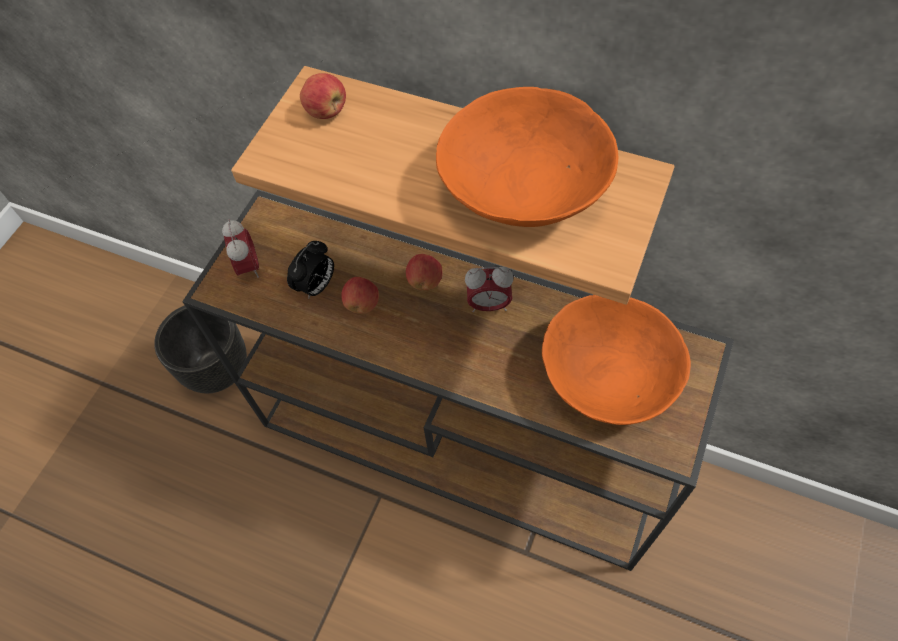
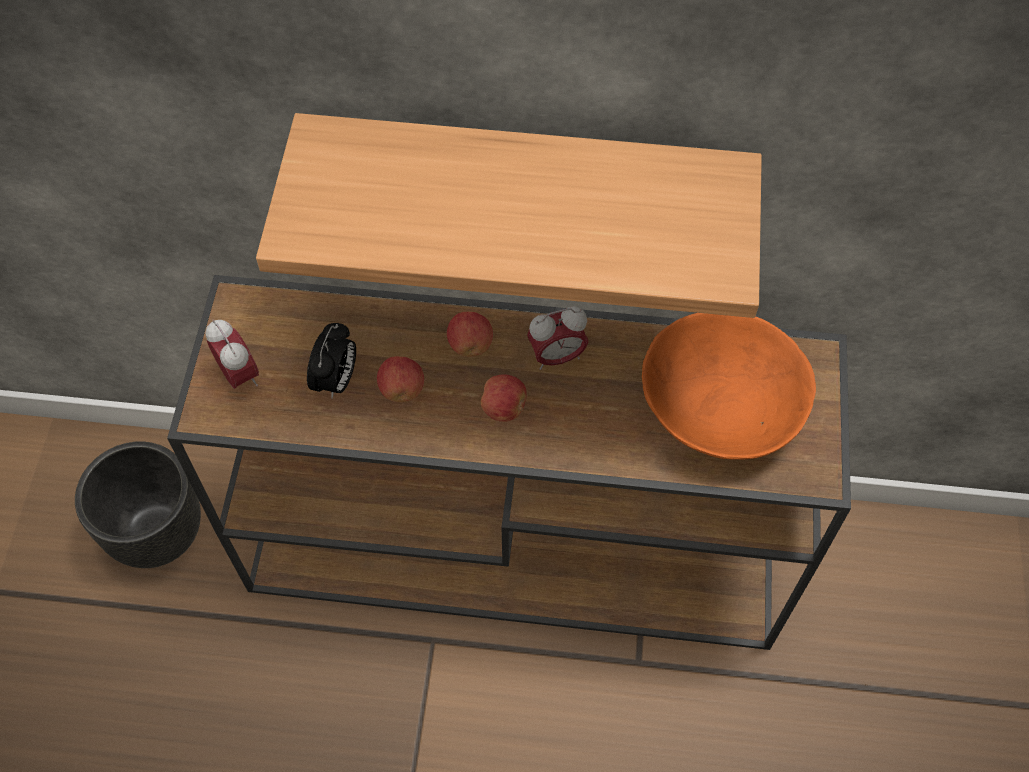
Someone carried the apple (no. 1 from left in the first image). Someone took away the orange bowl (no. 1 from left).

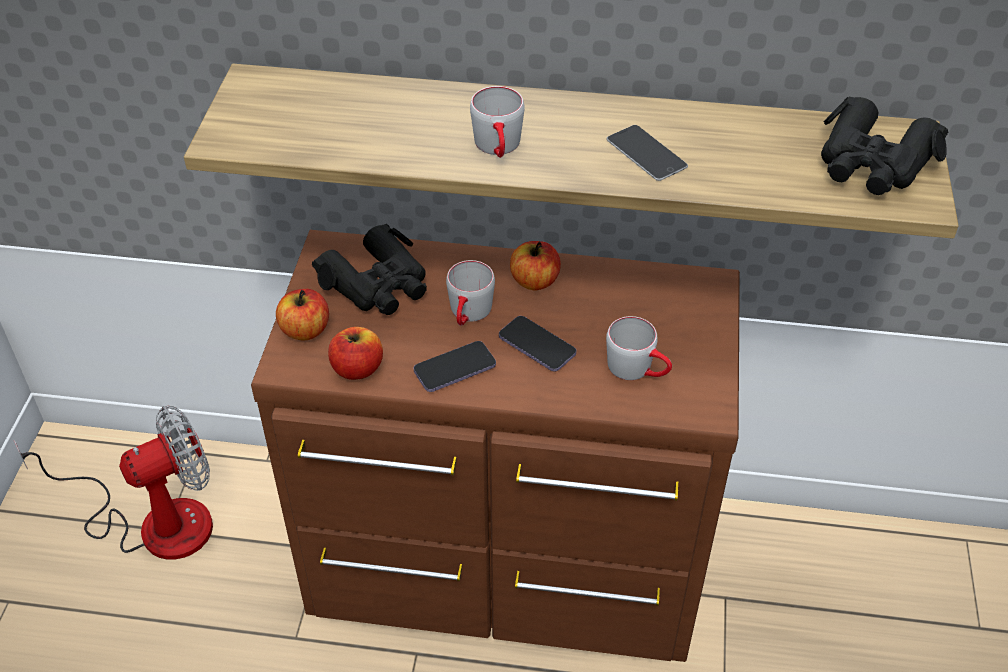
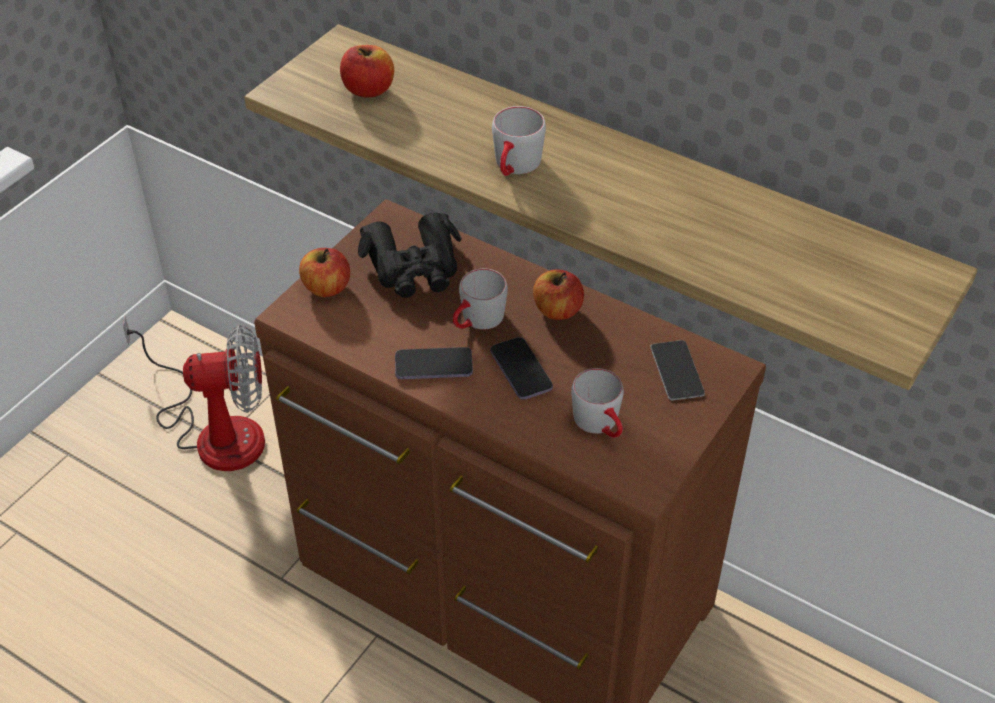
Someone took away the black binoculars (no. 2 from left). Someone carried the phone (no. 3 from left). Someone carried the apple (no. 2 from left).

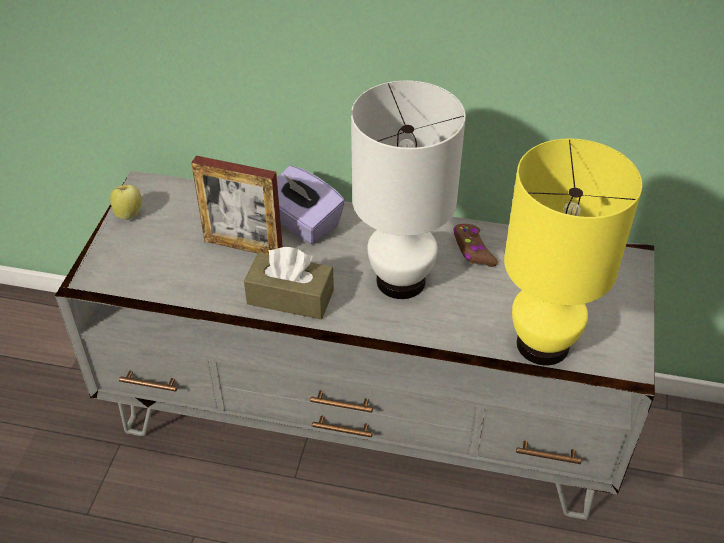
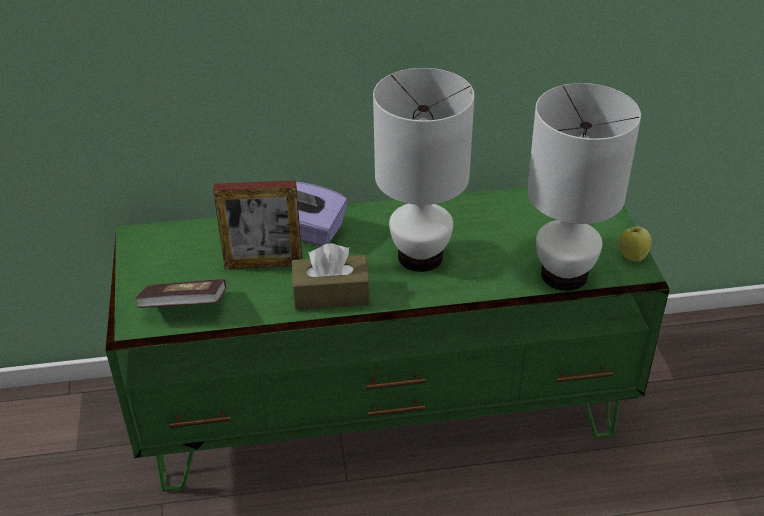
Someone repainted the yellow table lamp, which became the white table lamp (no. 2 from left). Someone repainted the grey tv stand, which became the green tv stand. Someone carried the apple. Someone took away the brown game controller. Someone put down the book.

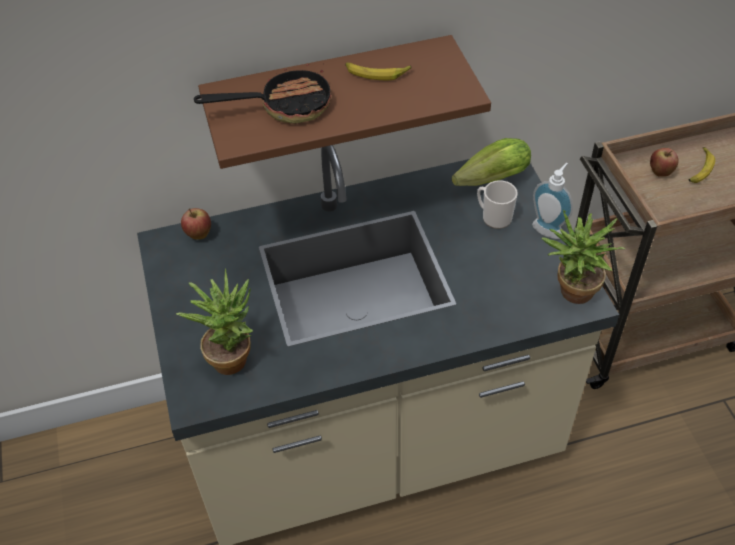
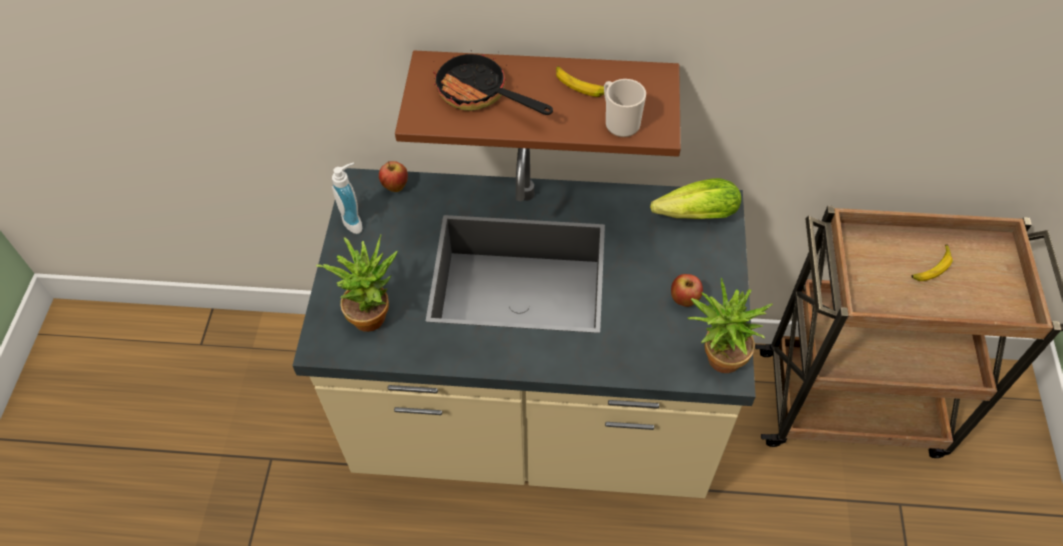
Someone rotated the frying pan by 150 degrees counterclockwise. Someone carried the apple (no. 2 from left). Someone carried the soap dispenser. Someone carried the mug.

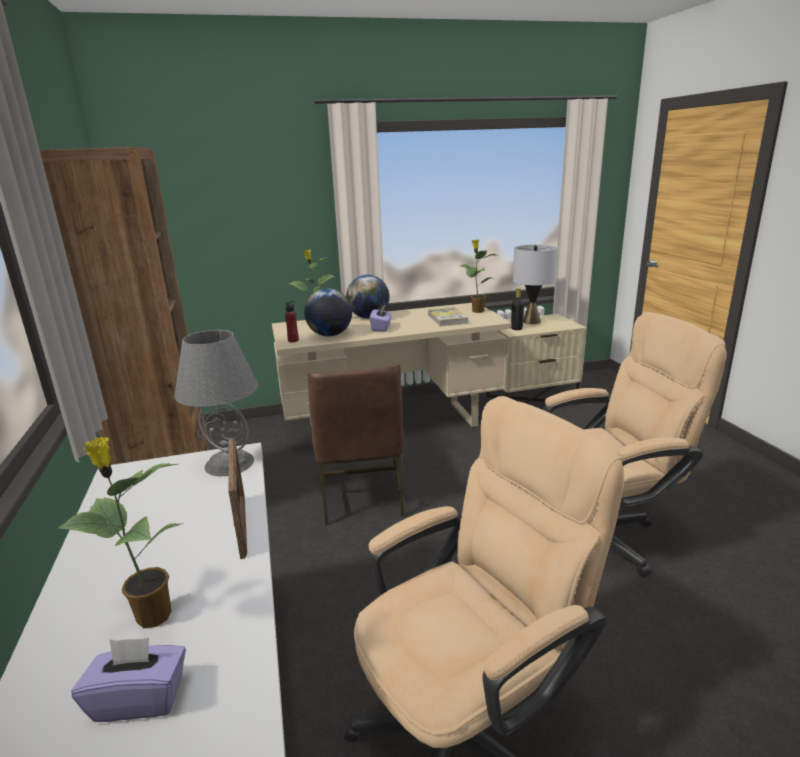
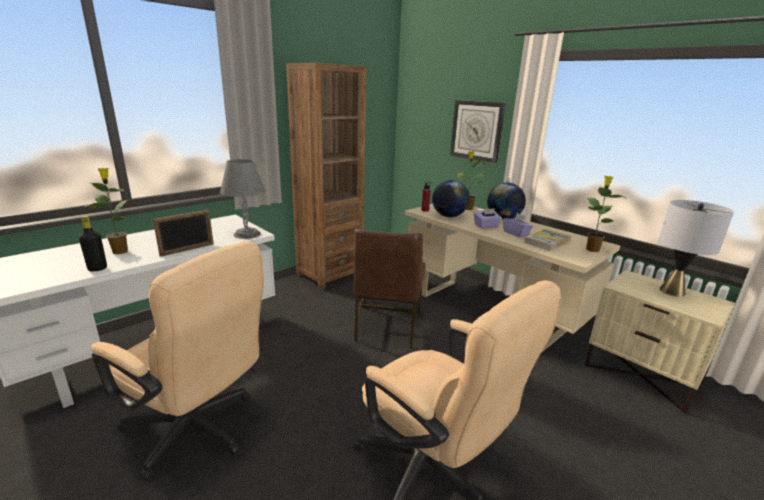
Someone carried the black bottle. Someone rotated the brown chair by 45 degrees counterclockwise. Someone carried the purple tissue box (no. 1 from left in the first image). Someone put up the wall clock.

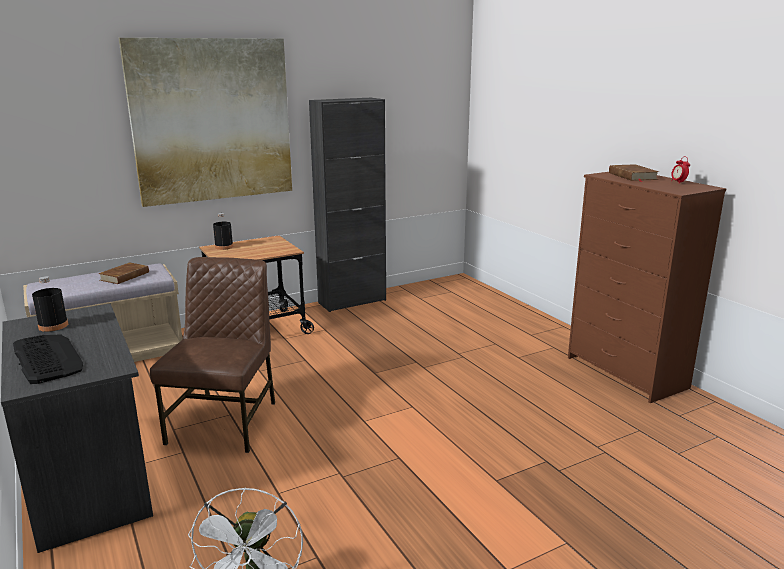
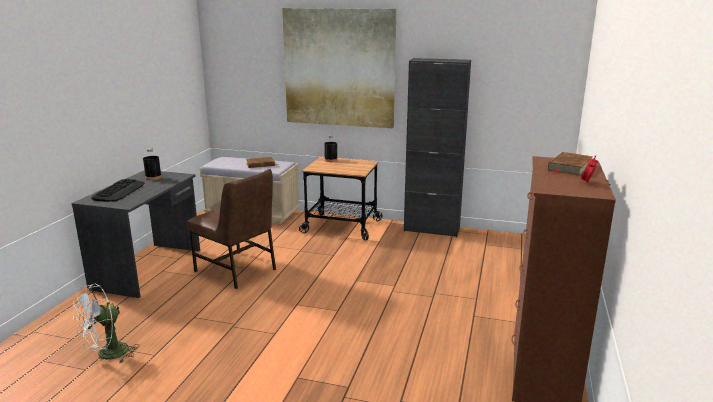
Someone rotated the brown chair by 75 degrees clockwise.

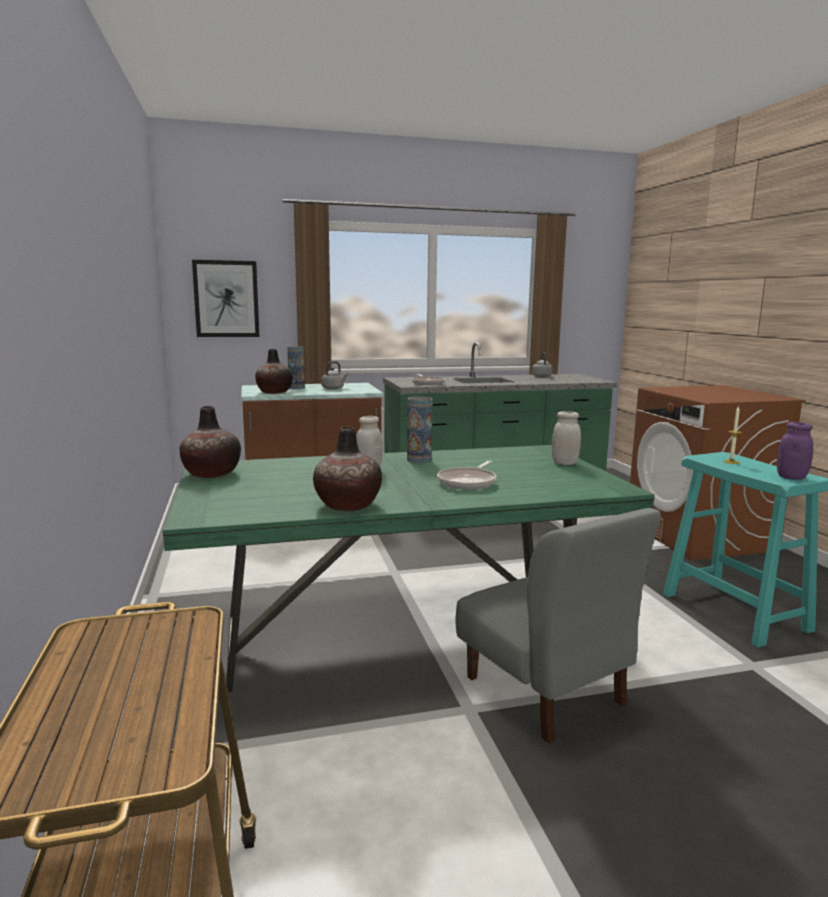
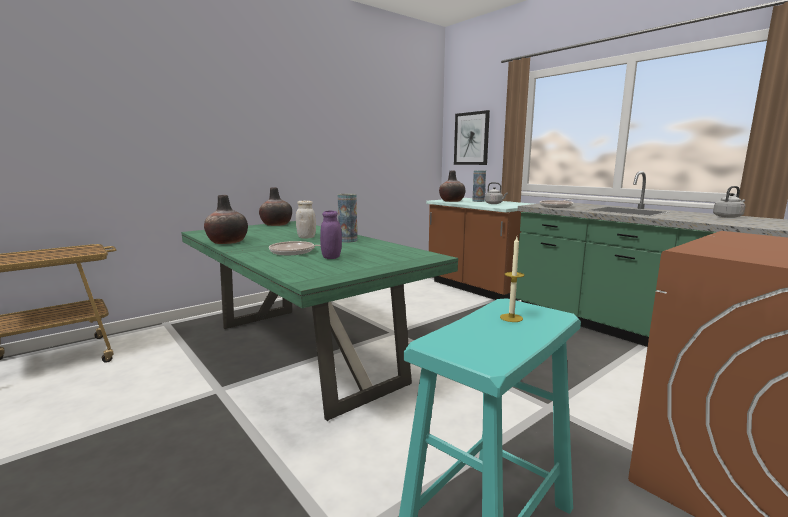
Someone took away the white jar (no. 2 from left). Someone carried the purple jar. Someone took away the grey chair.

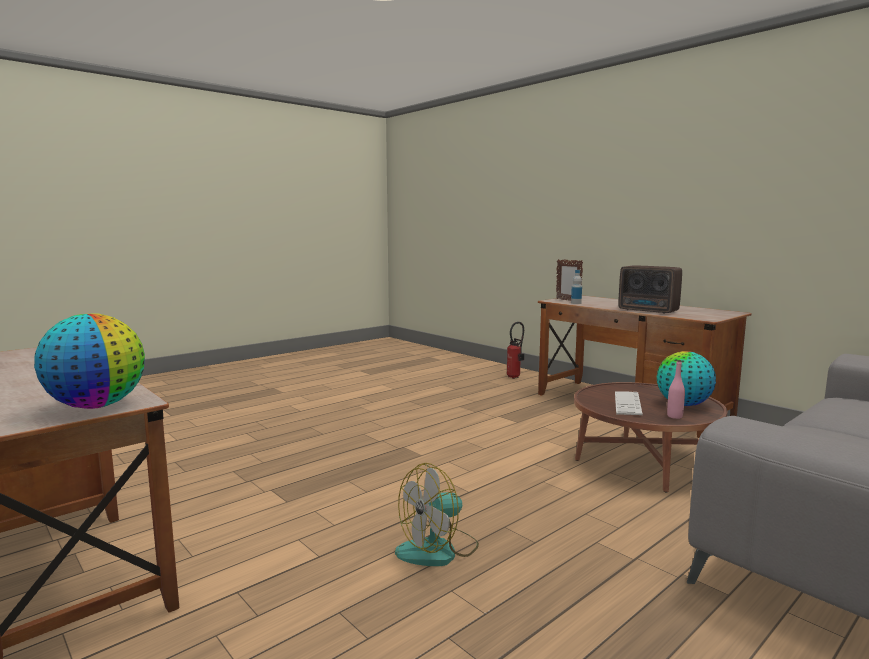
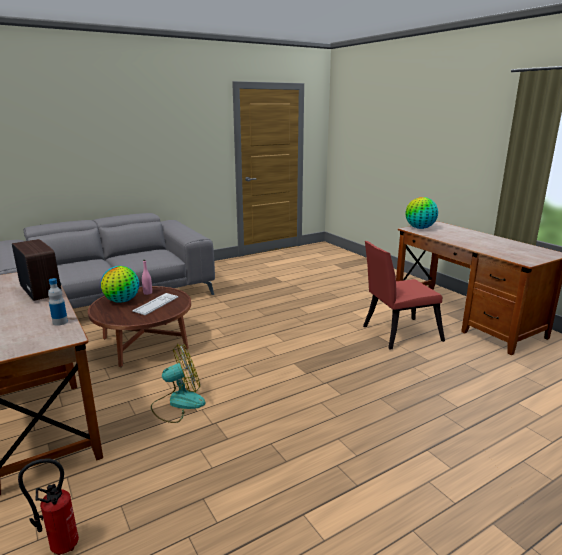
Someone took away the picture frame. Someone carried the fan. Someone put down the red chair.

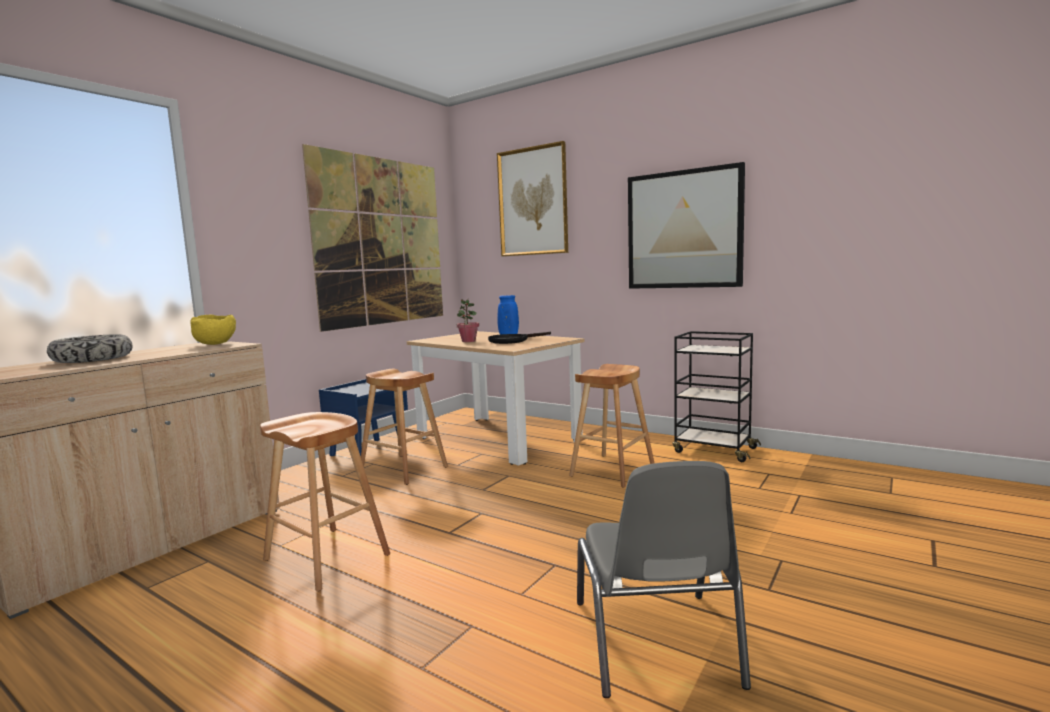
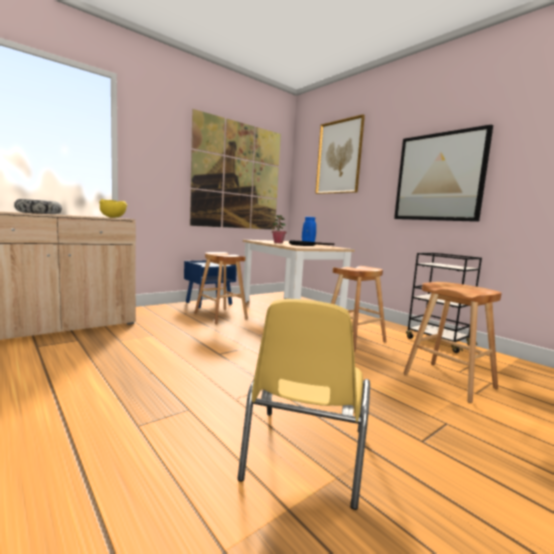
Someone carried the brown stool (no. 1 from left in the first image). Someone repainted the grey chair, which became the yellow chair.

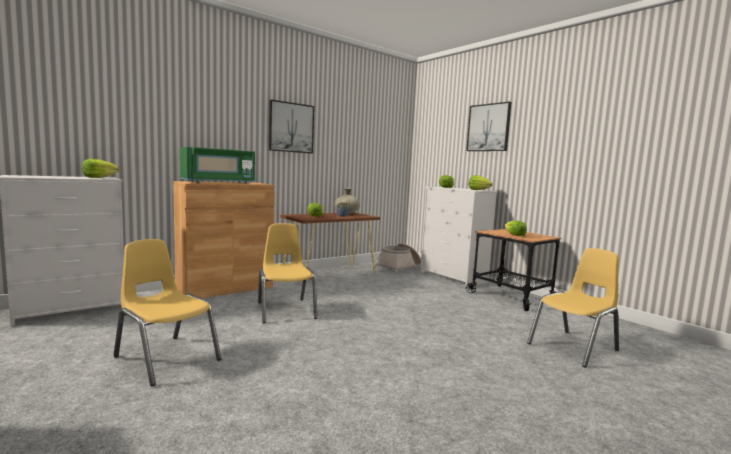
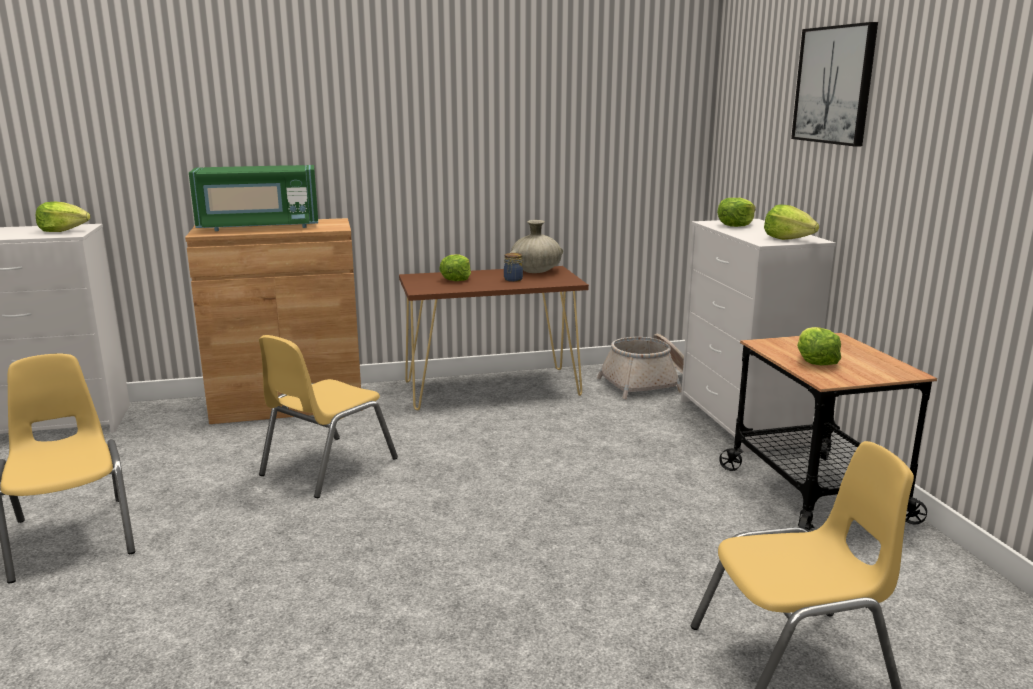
Someone took away the picture (no. 1 from left). Someone rotated the yellow chair (no. 2 from left) by 150 degrees counterclockwise.

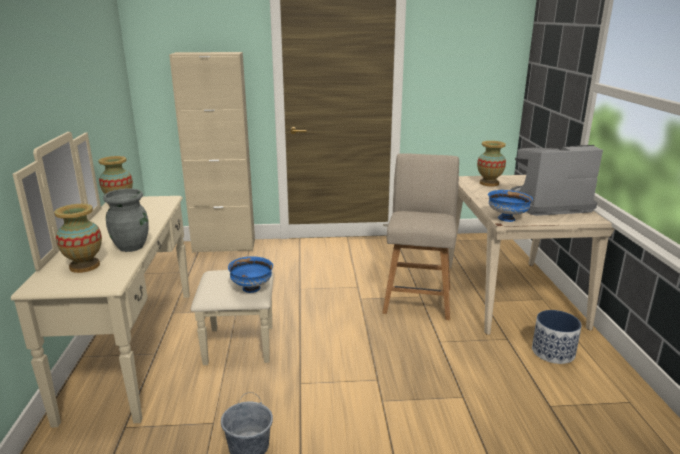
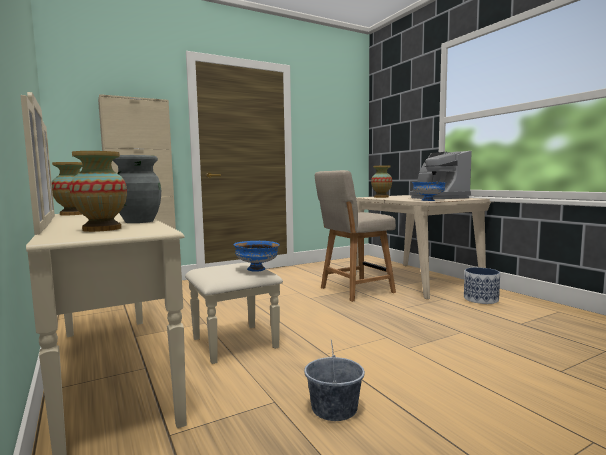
Someone rotated the coffee machine by 75 degrees counterclockwise. Someone rotated the beige chair by 105 degrees counterclockwise.

